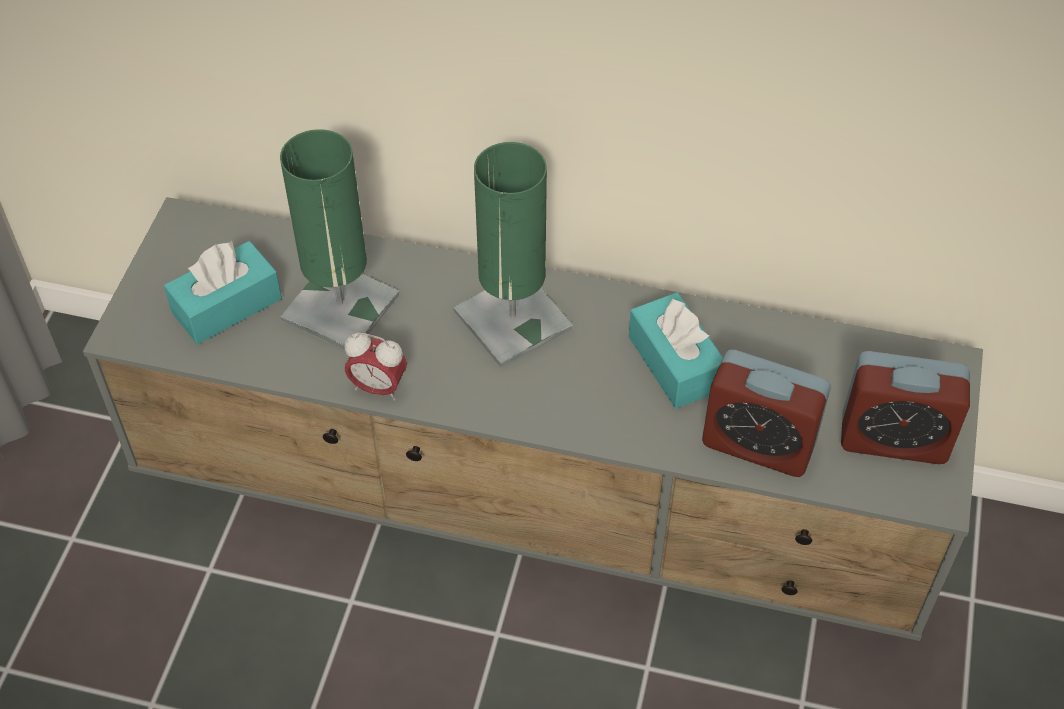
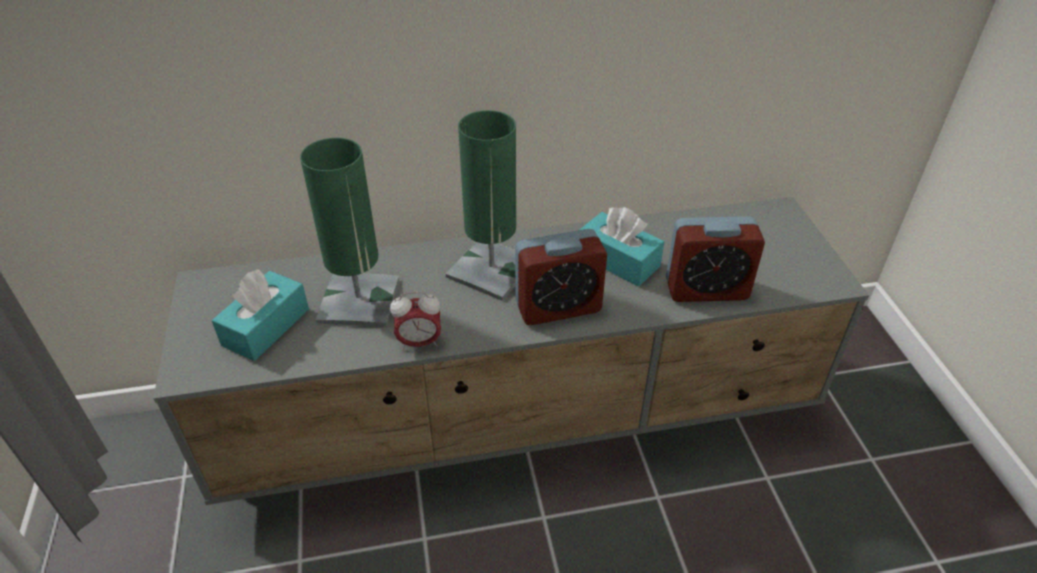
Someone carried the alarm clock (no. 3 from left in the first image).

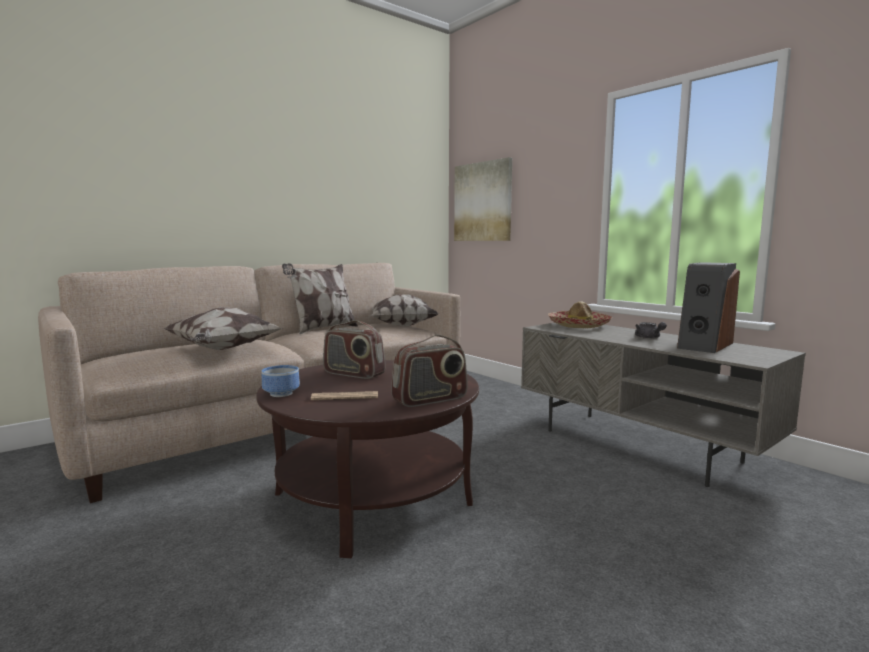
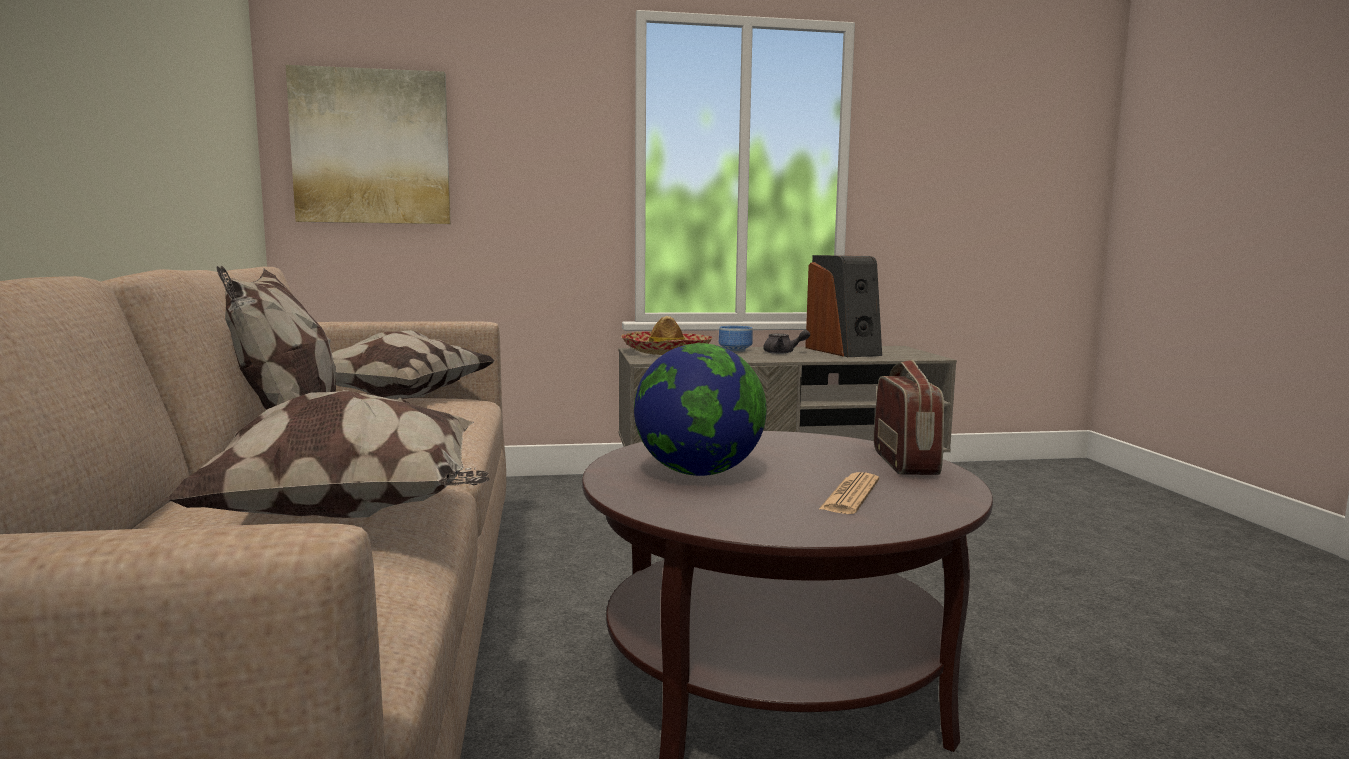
Someone swapped the radio (no. 1 from left) for the globe. Someone carried the bowl.

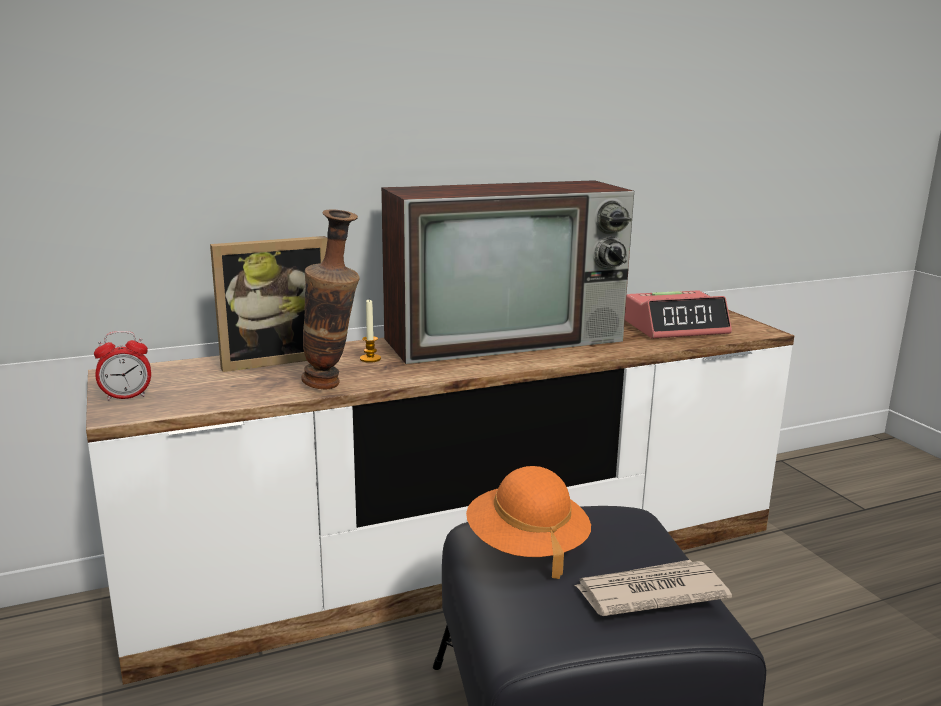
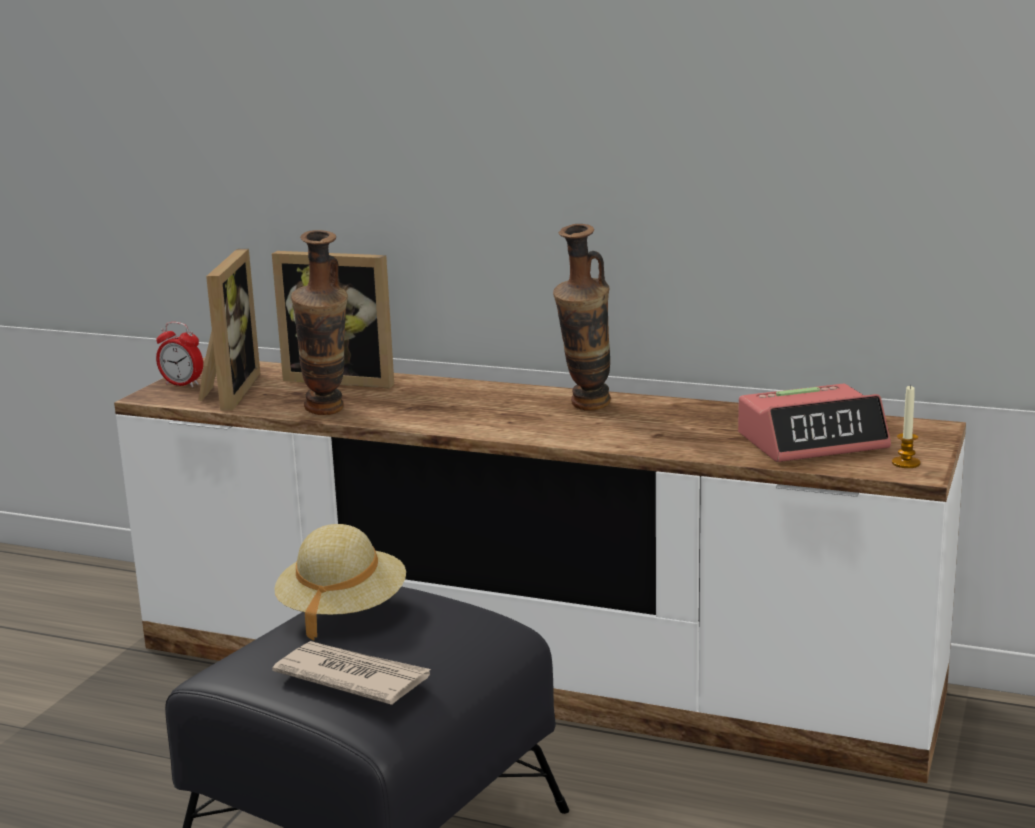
Someone swapped the television for the vase (no. 2 from left). Someone rotated the alarm clock (no. 2 from left) by 45 degrees counterclockwise. Someone carried the candle. Someone repainted the orange hat, which became the beige hat. Someone put down the picture frame (no. 1 from left).

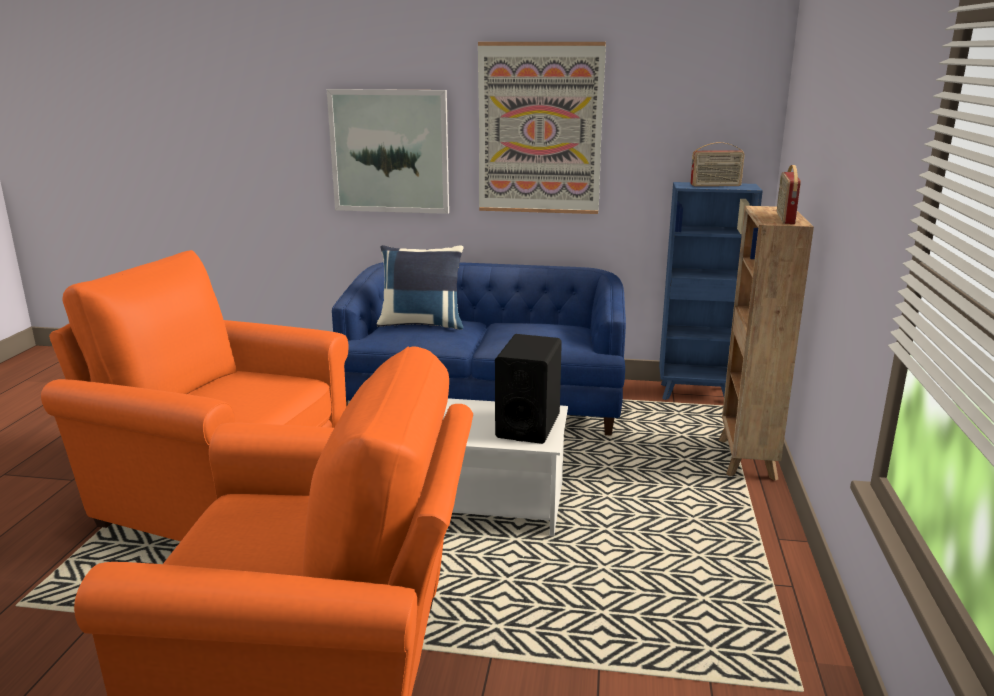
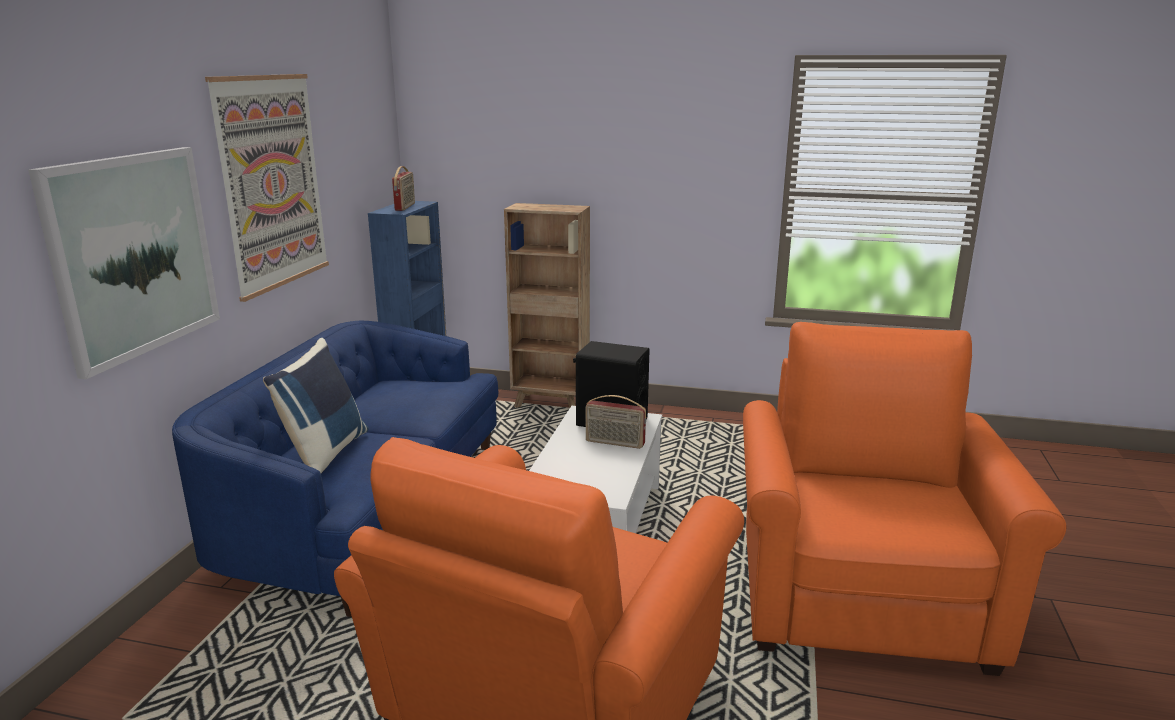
Someone carried the radio (no. 2 from left).

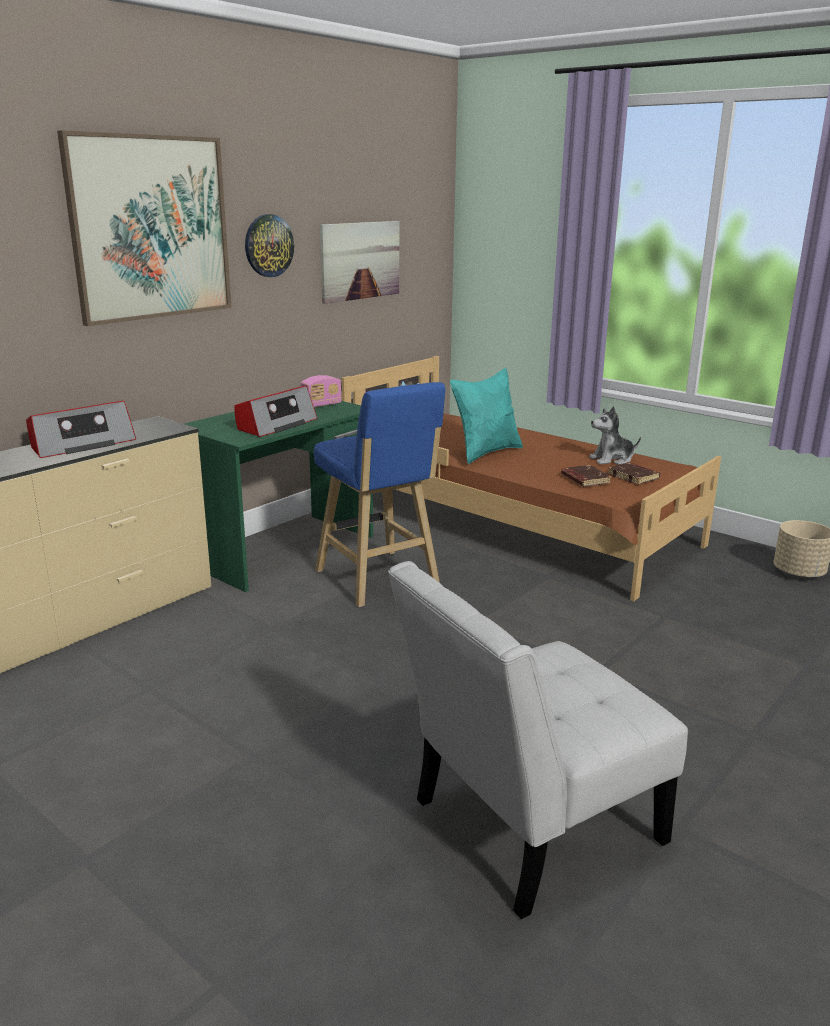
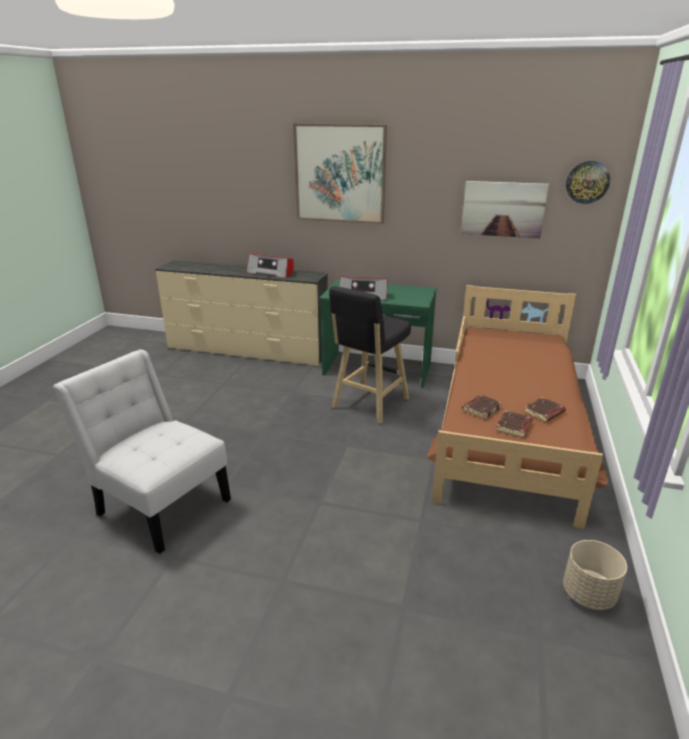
Someone carried the wall clock. Someone took away the turquoise pillow. Someone took away the radio (no. 3 from left). Someone repainted the blue stool, which became the black stool. Someone swapped the plush toy for the brown book (no. 3 from left).

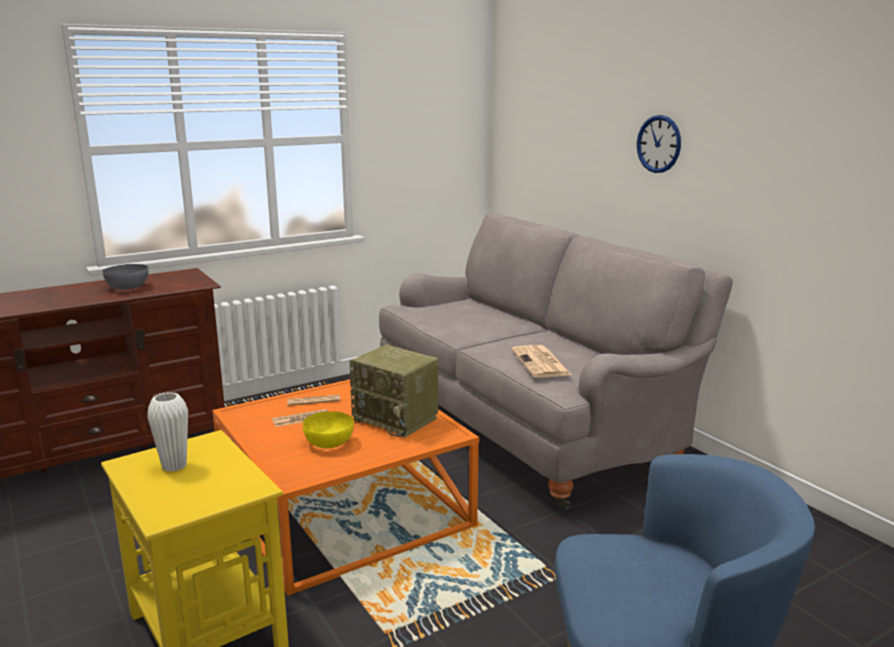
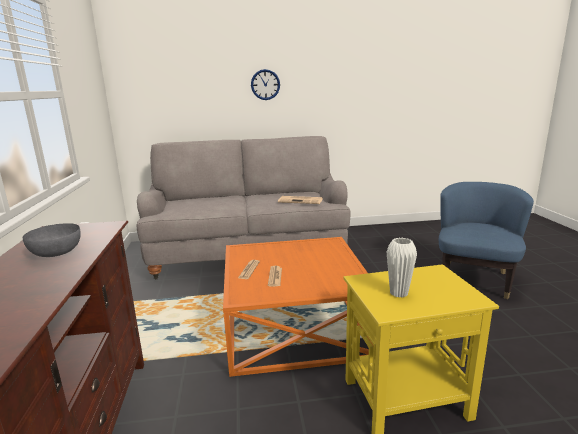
Someone took away the radio. Someone took away the yellow bowl.

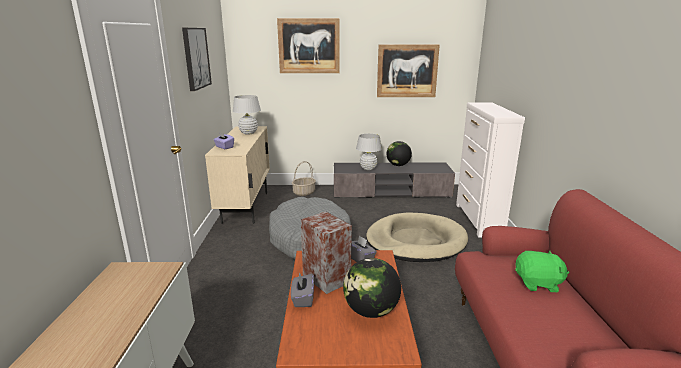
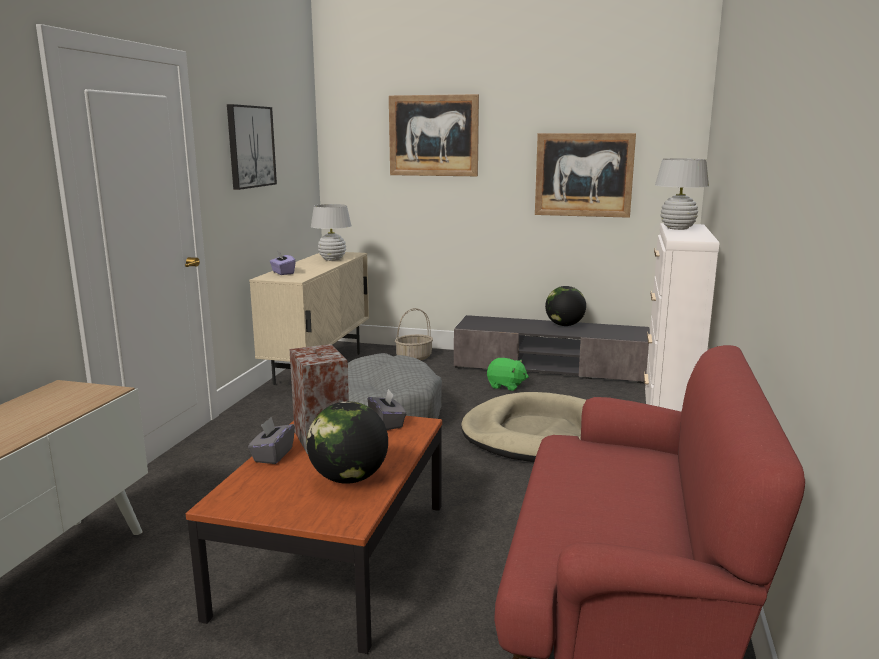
Someone carried the white table lamp (no. 2 from left). Someone carried the green plush toy.

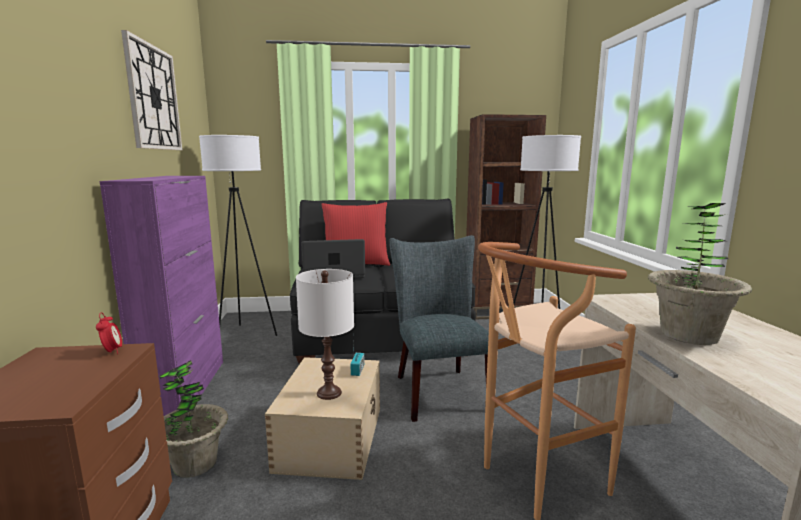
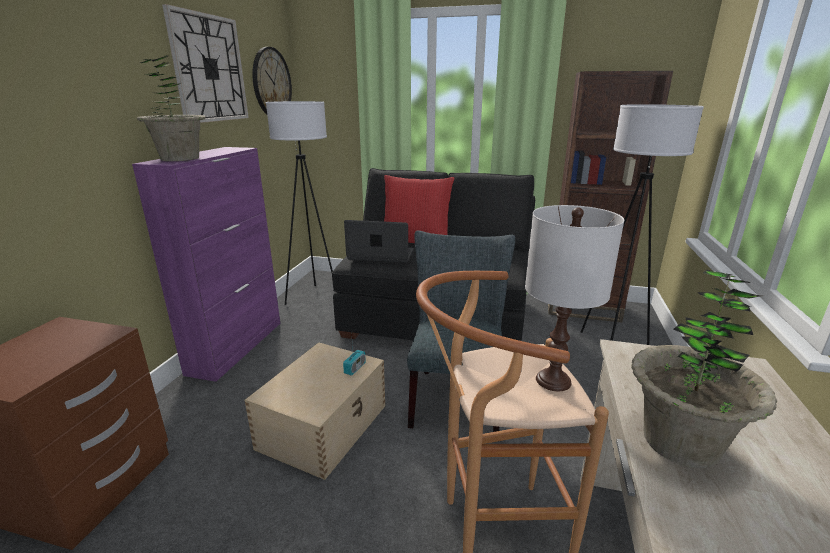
Someone carried the white table lamp. Someone took away the alarm clock. Someone carried the potted plant (no. 1 from left). Someone put up the wall clock (no. 2 from left).

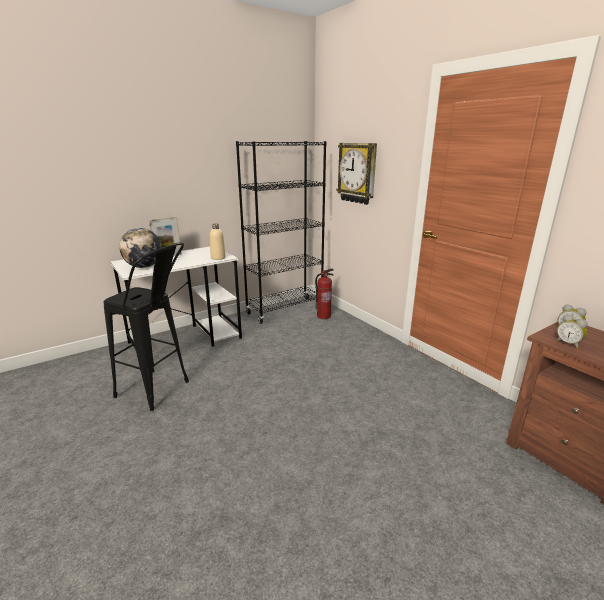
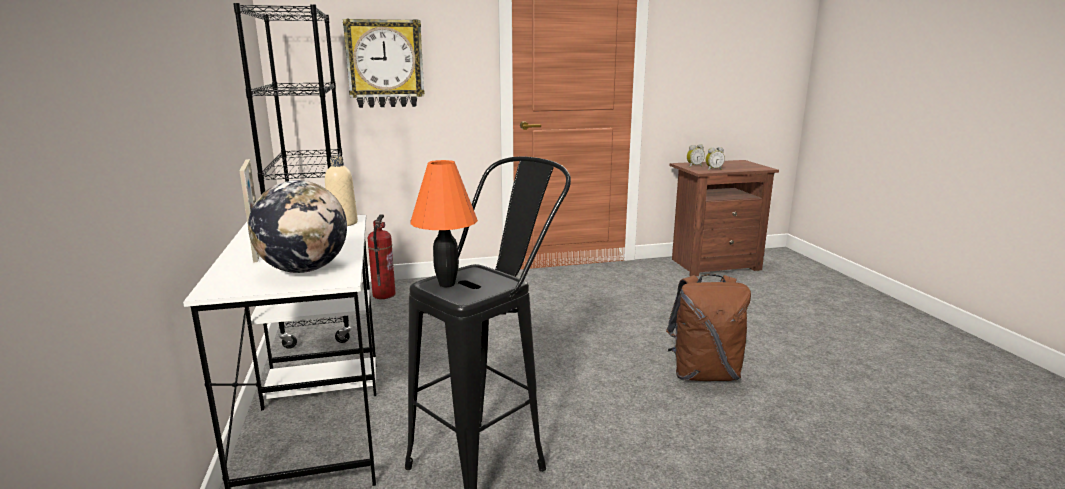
Someone put down the orange table lamp. Someone put down the brown backpack.

